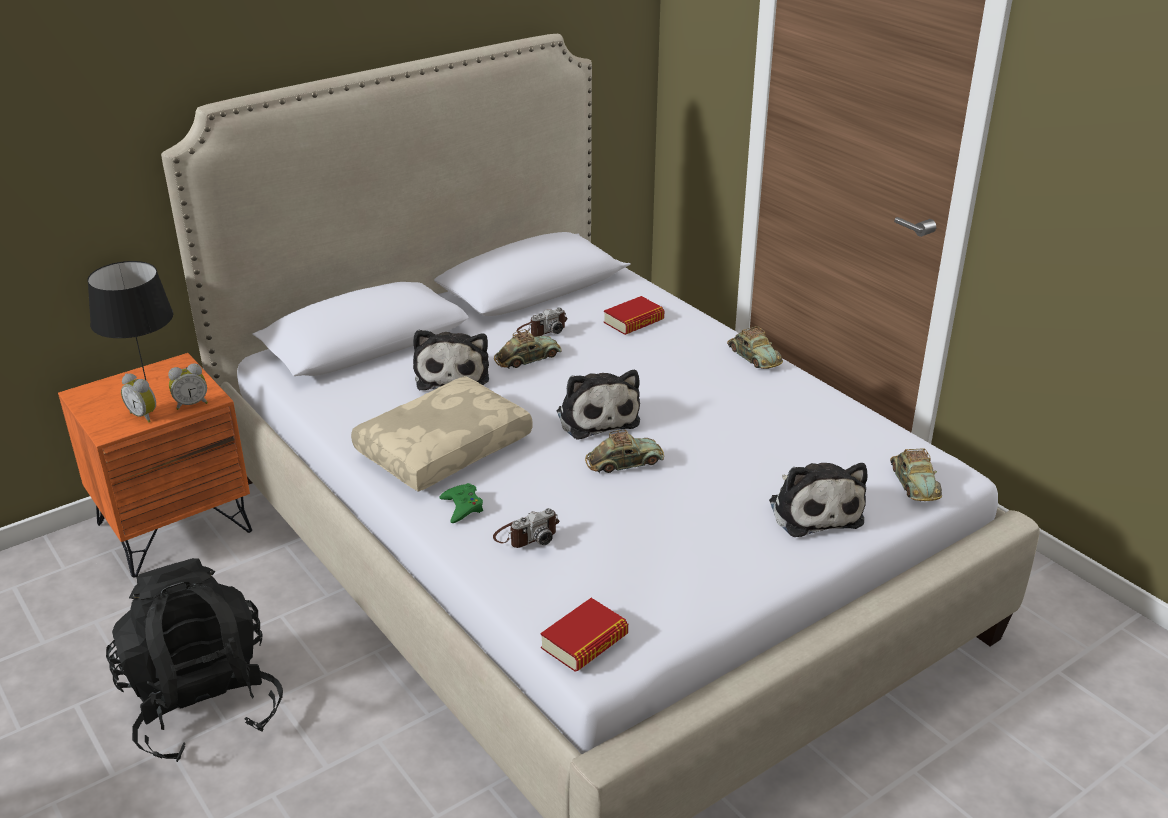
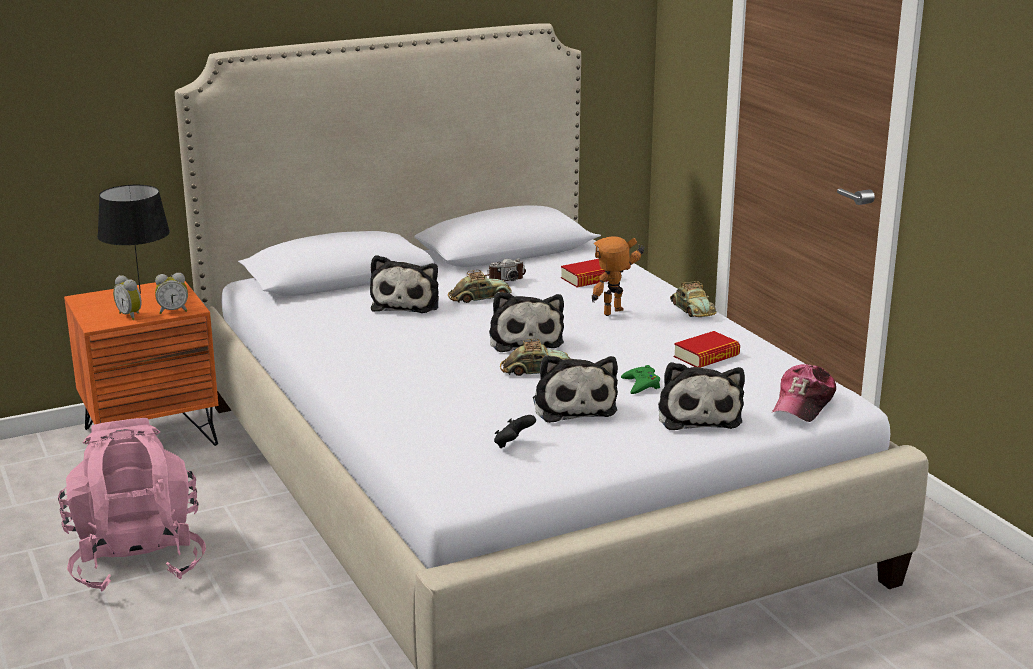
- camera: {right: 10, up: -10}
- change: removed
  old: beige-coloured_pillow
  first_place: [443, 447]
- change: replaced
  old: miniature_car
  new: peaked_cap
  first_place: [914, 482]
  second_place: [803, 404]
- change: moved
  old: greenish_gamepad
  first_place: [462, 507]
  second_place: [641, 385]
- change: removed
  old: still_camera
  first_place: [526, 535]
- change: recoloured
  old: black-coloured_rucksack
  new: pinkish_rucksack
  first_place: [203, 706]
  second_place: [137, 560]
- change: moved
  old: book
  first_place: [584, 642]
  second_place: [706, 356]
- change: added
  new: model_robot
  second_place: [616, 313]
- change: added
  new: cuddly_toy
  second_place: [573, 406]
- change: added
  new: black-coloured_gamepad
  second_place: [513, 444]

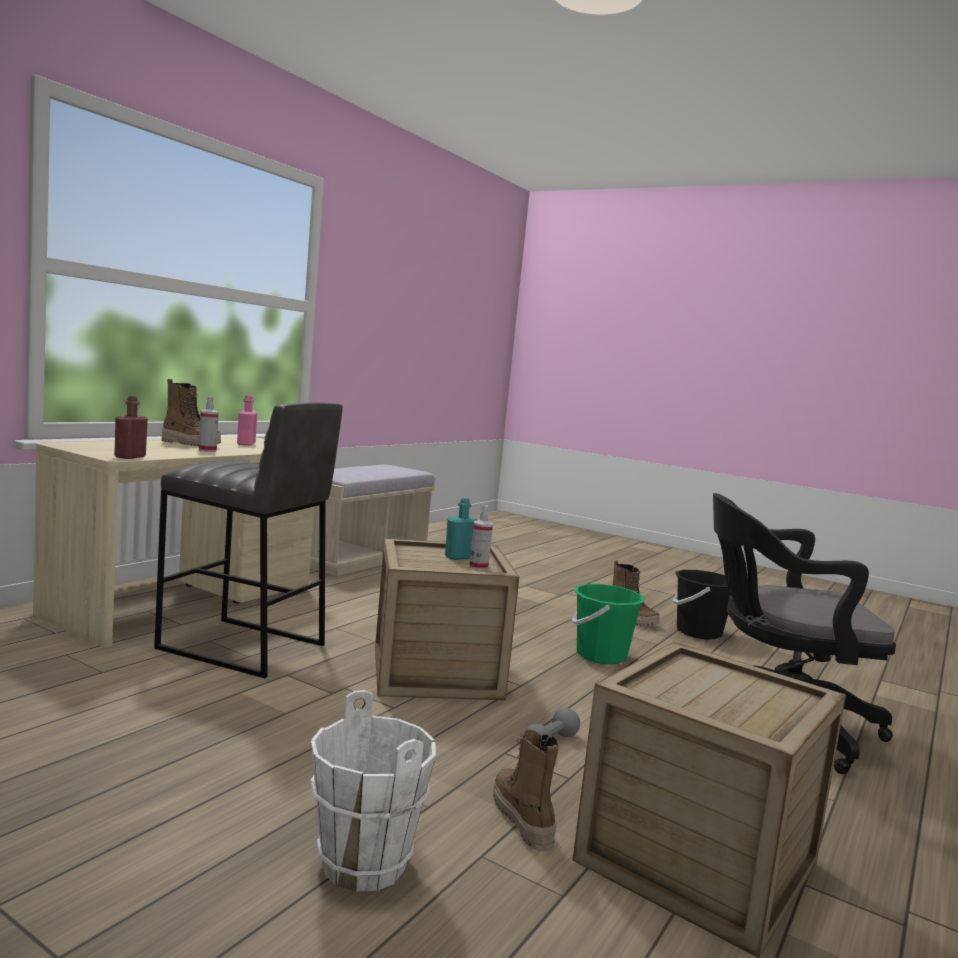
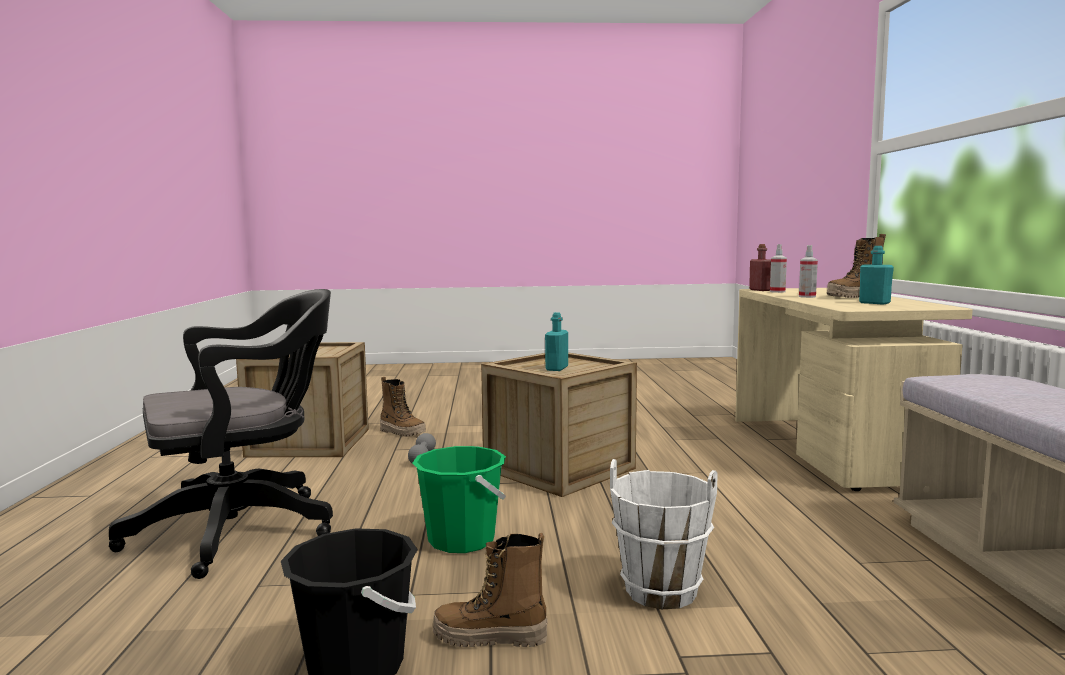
- camera: {right: 145, up: 0}
- change: recoloured
  old: pinkish_bottle
  new: blue-green_bottle
  first_place: [246, 444]
  second_place: [874, 303]
- change: removed
  old: greyish_stool_seat
  first_place: [242, 647]
- change: moved
  old: spray_bottle
  first_place: [478, 567]
  second_place: [777, 292]
- change: moved
  old: whitish_water_bucket
  first_place: [363, 864]
  second_place: [661, 590]

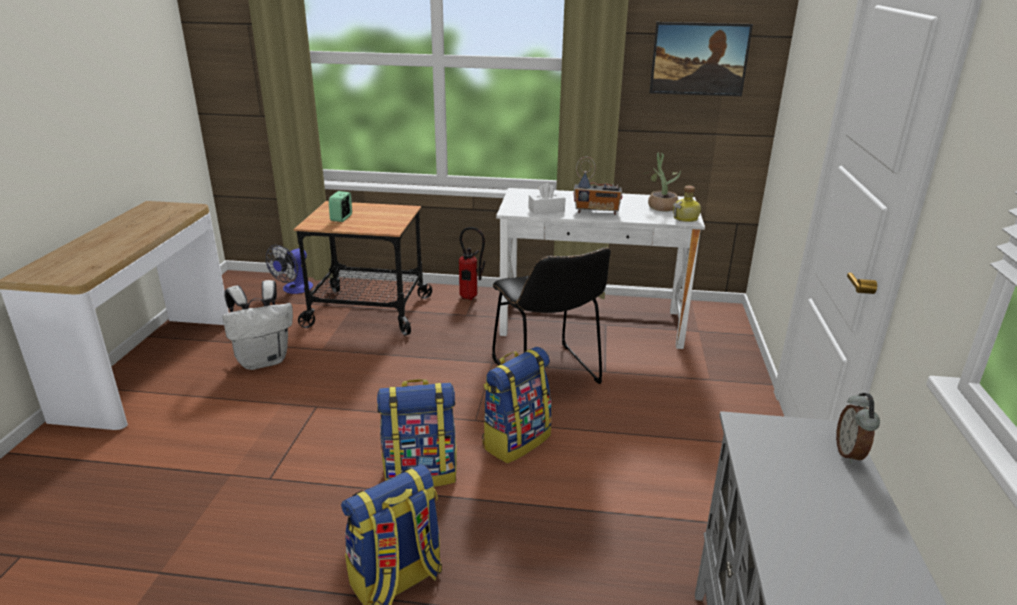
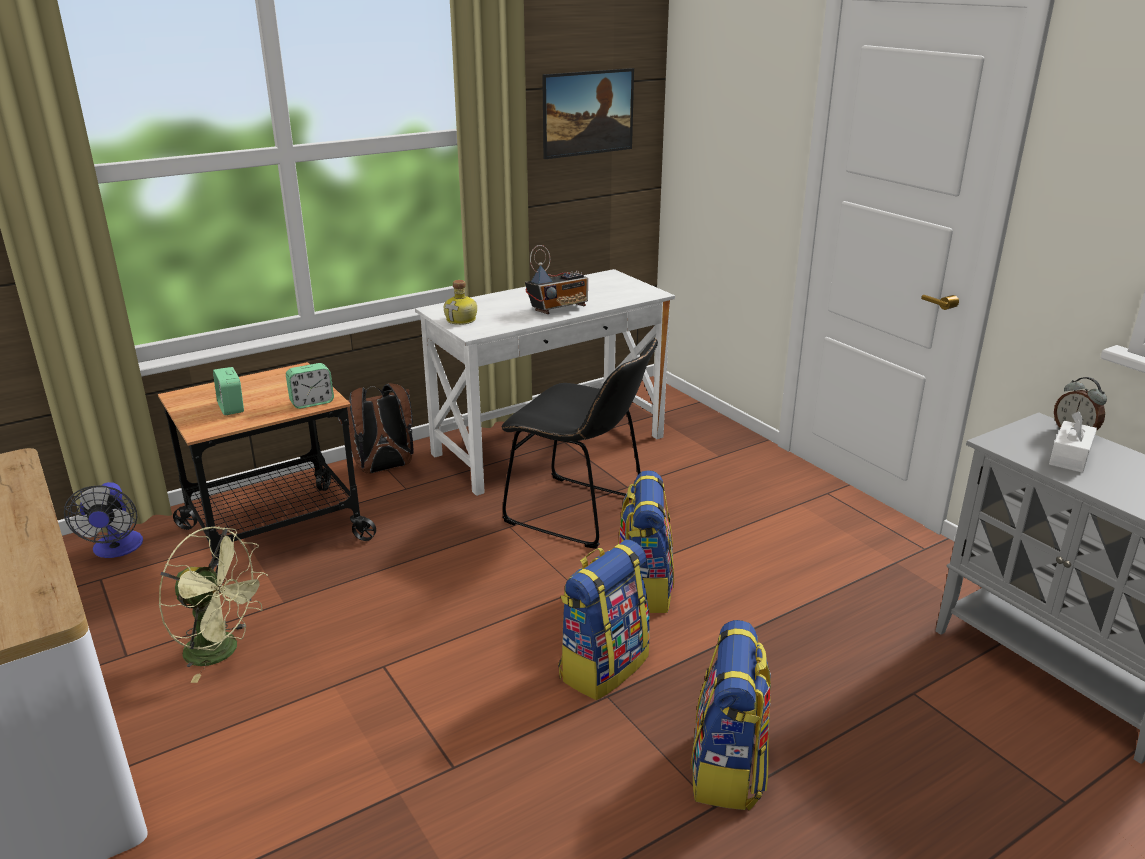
- camera: {right: -40, up: 0}
- change: removed
  old: houseplant
  first_place: [659, 206]
- change: moved
  old: whitish_box_of_tissues
  first_place: [546, 210]
  second_place: [1070, 457]
- change: moved
  old: bottle
  first_place: [686, 218]
  second_place: [462, 320]
- change: replaced
  old: extinguisher
  new: brown_rucksack
  first_place: [471, 298]
  second_place: [383, 469]
- change: replaced
  old: whitish_rucksack
  new: greenish_cooling_fan
  first_place: [264, 360]
  second_place: [222, 651]
- change: added
  new: table_clock
  second_place: [312, 402]

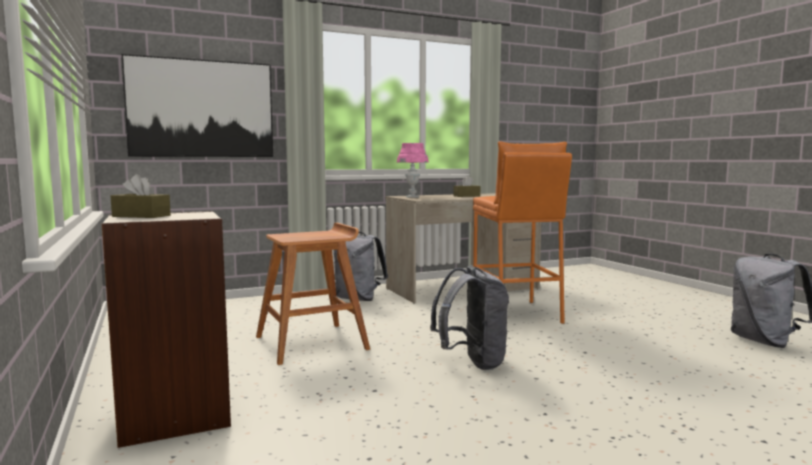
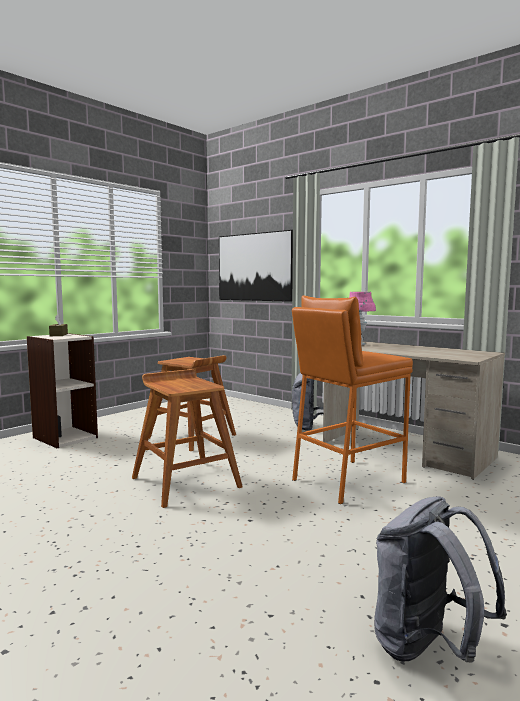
- camera: {right: 65, up: 0}
- change: removed
  old: brown_box_of_tissues
  first_place: [466, 196]
- change: replaced
  old: greyish_rucksack
  new: brown_stool_seat
  first_place: [472, 362]
  second_place: [185, 482]

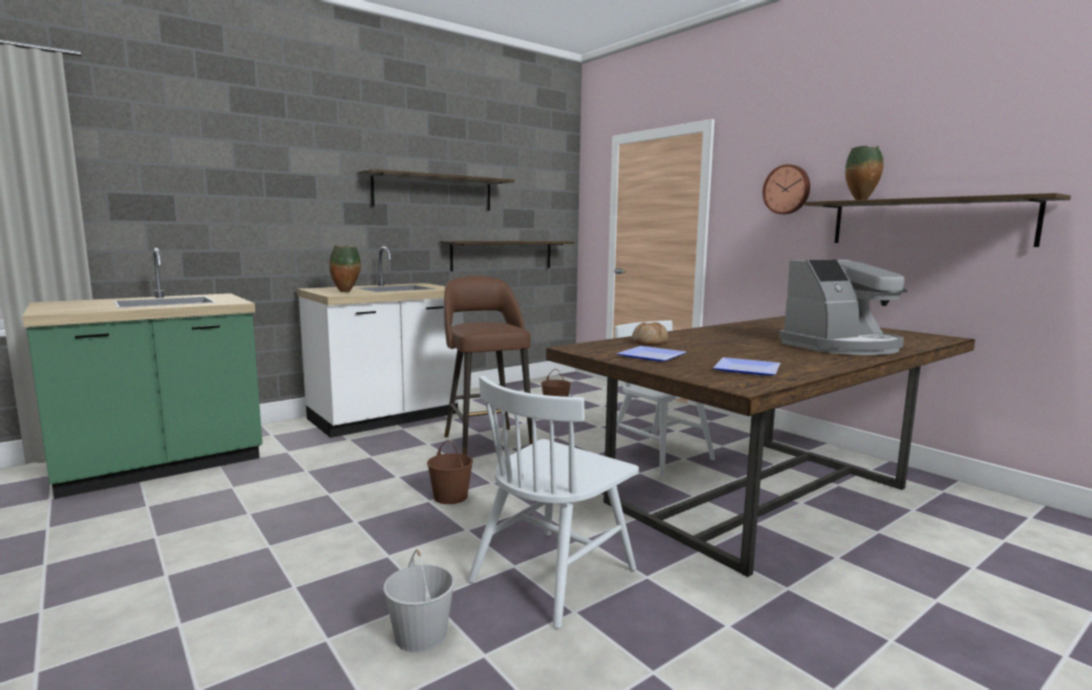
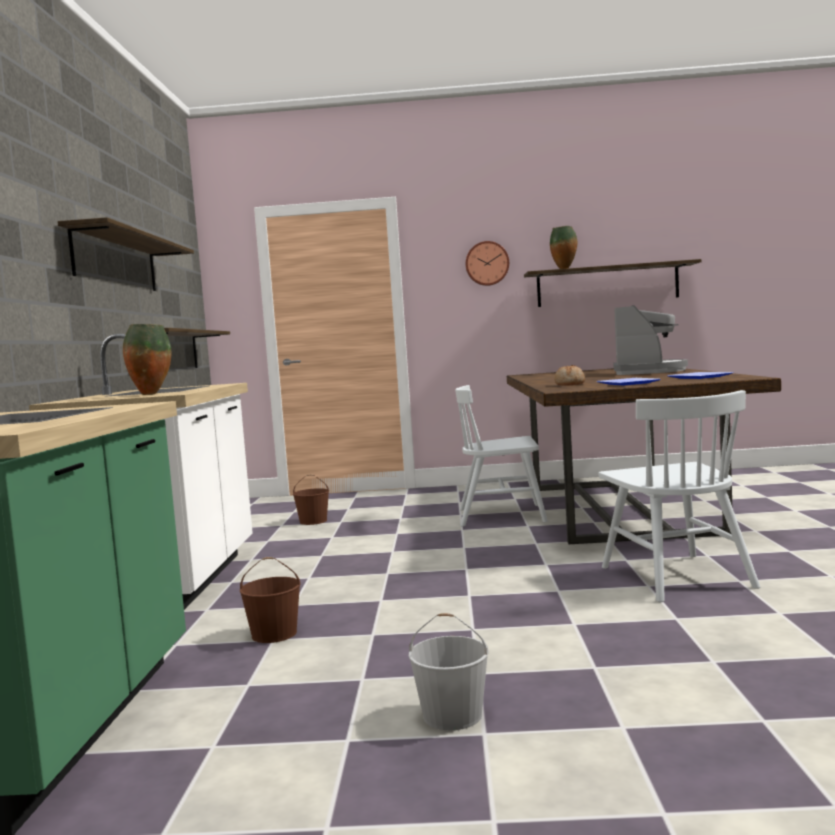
- camera: {right: -50, up: -5}
- change: removed
  old: brown_stool_seat
  first_place: [487, 442]
- change: moved
  old: brown_water_bucket
  first_place: [451, 497]
  second_place: [275, 633]
- change: moved
  old: whitish_water_bucket
  first_place: [420, 634]
  second_place: [451, 715]

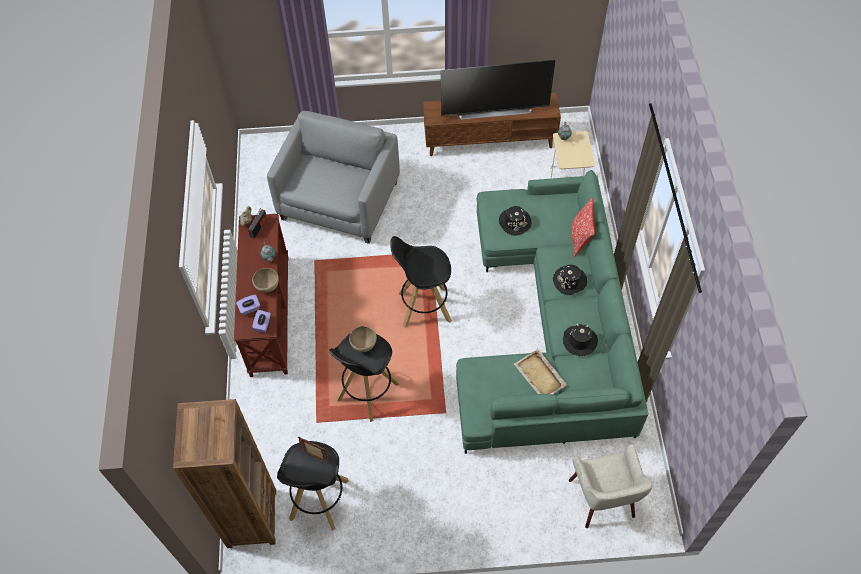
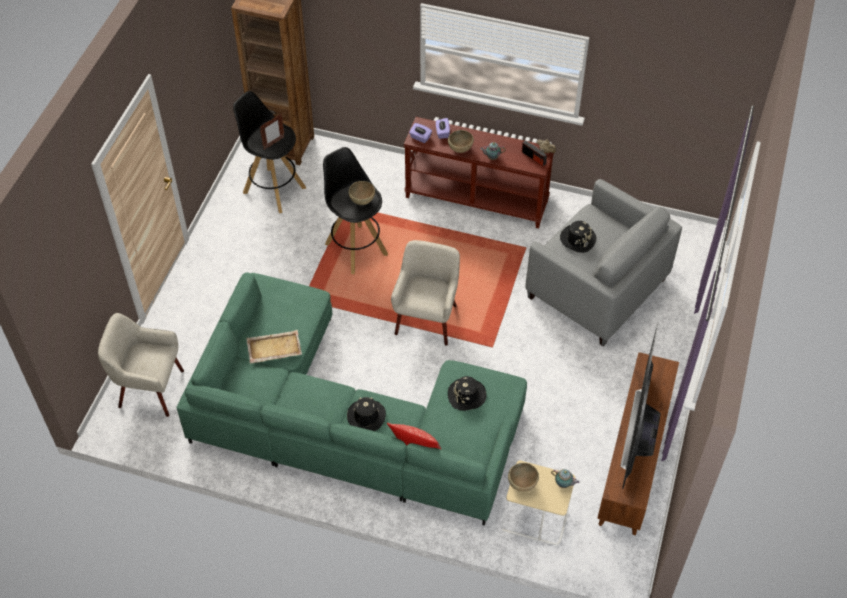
- camera: {right: 110, up: -5}
- change: replaced
  old: black-coloured_stool_seat
  new: beige-coloured_armchair
  first_place: [423, 307]
  second_place: [427, 319]
- change: moved
  old: black-coloured_clothing_hat
  first_place: [579, 341]
  second_place: [578, 239]
- change: added
  new: brown_serving_bowl
  second_place: [522, 484]

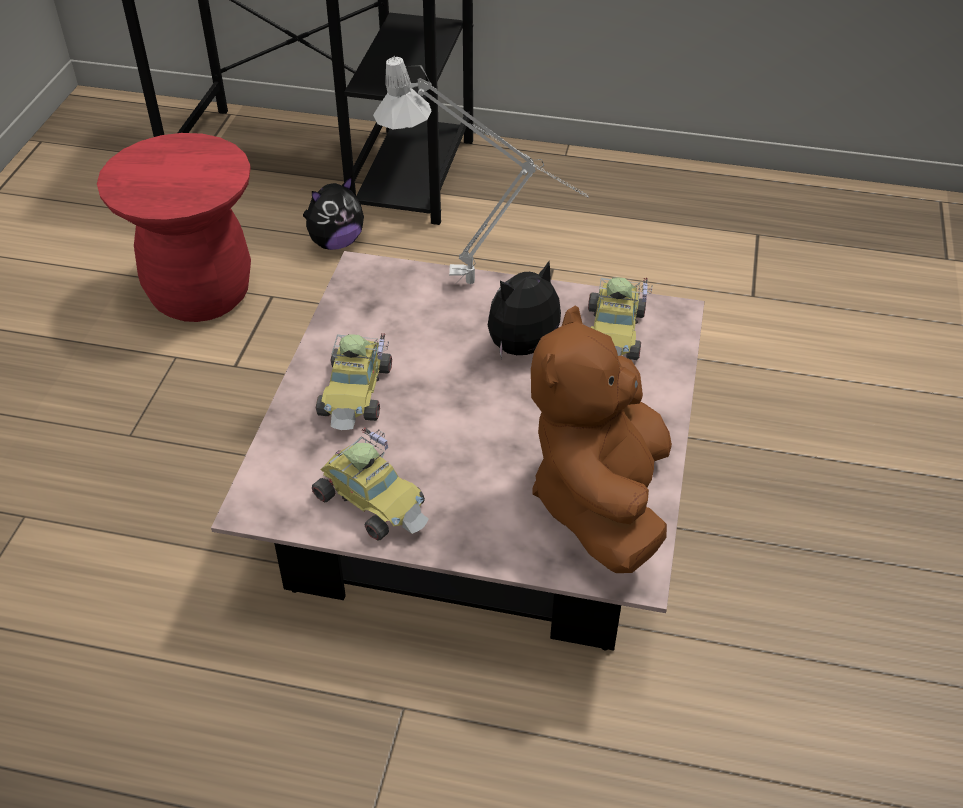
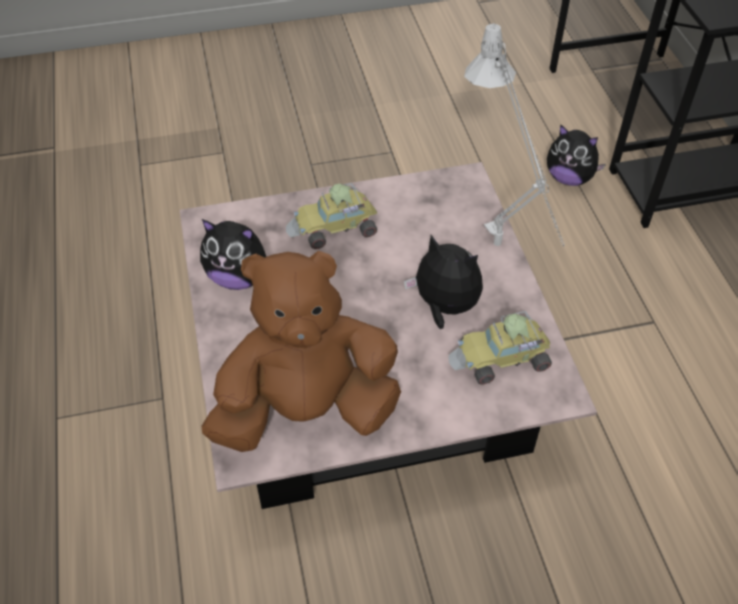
- camera: {right: 65, up: 5}
- change: removed
  old: red-coloured_stool_seat
  first_place: [201, 294]
- change: replaced
  old: miniature_car
  new: cuddly_toy
  first_place: [372, 501]
  second_place: [239, 277]

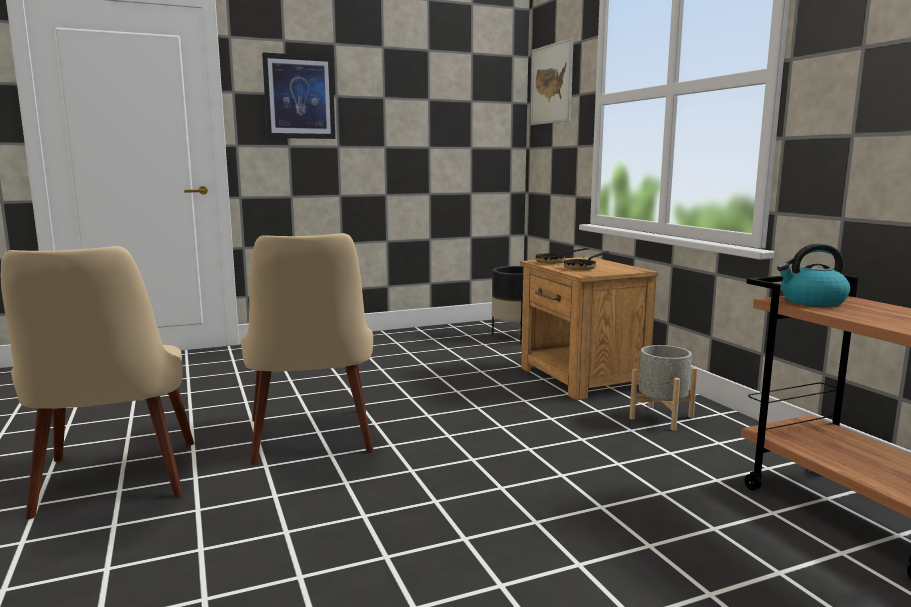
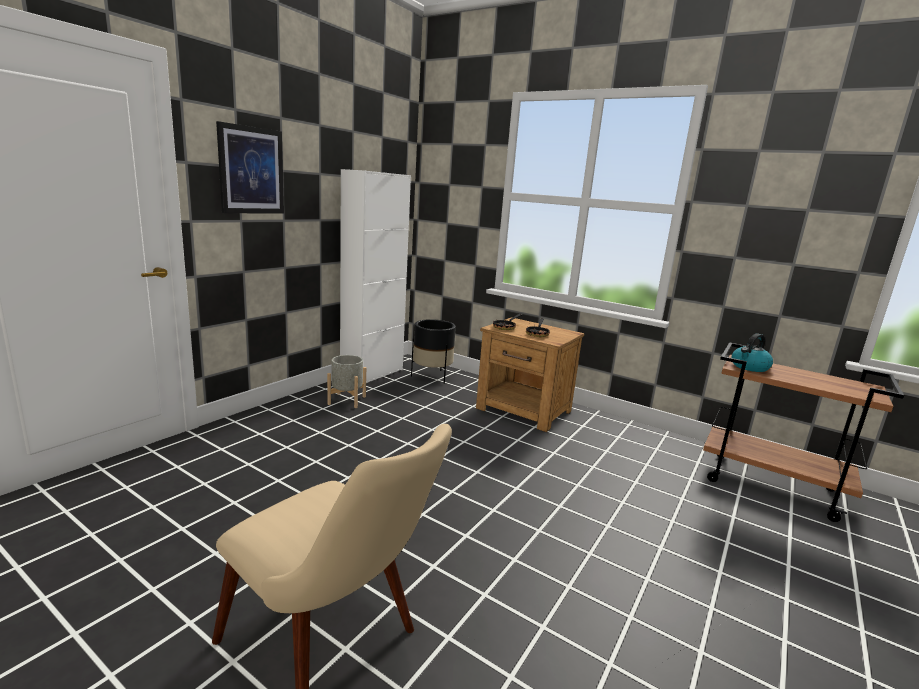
- camera: {right: -35, up: 5}
- change: removed
  old: wall_art
  first_place: [551, 84]
- change: removed
  old: beige-coloured_chair
  first_place: [312, 443]
- change: moved
  old: greyish_plant_pot
  first_place: [661, 417]
  second_place: [347, 400]
- change: added
  new: whitish_cupboard
  second_place: [372, 374]

